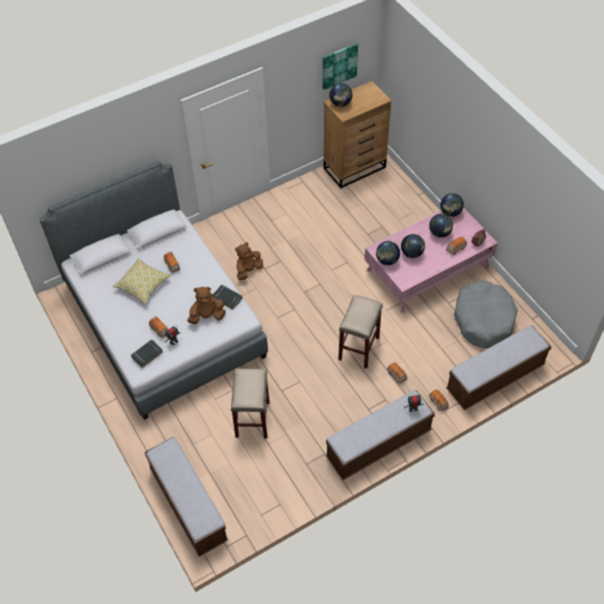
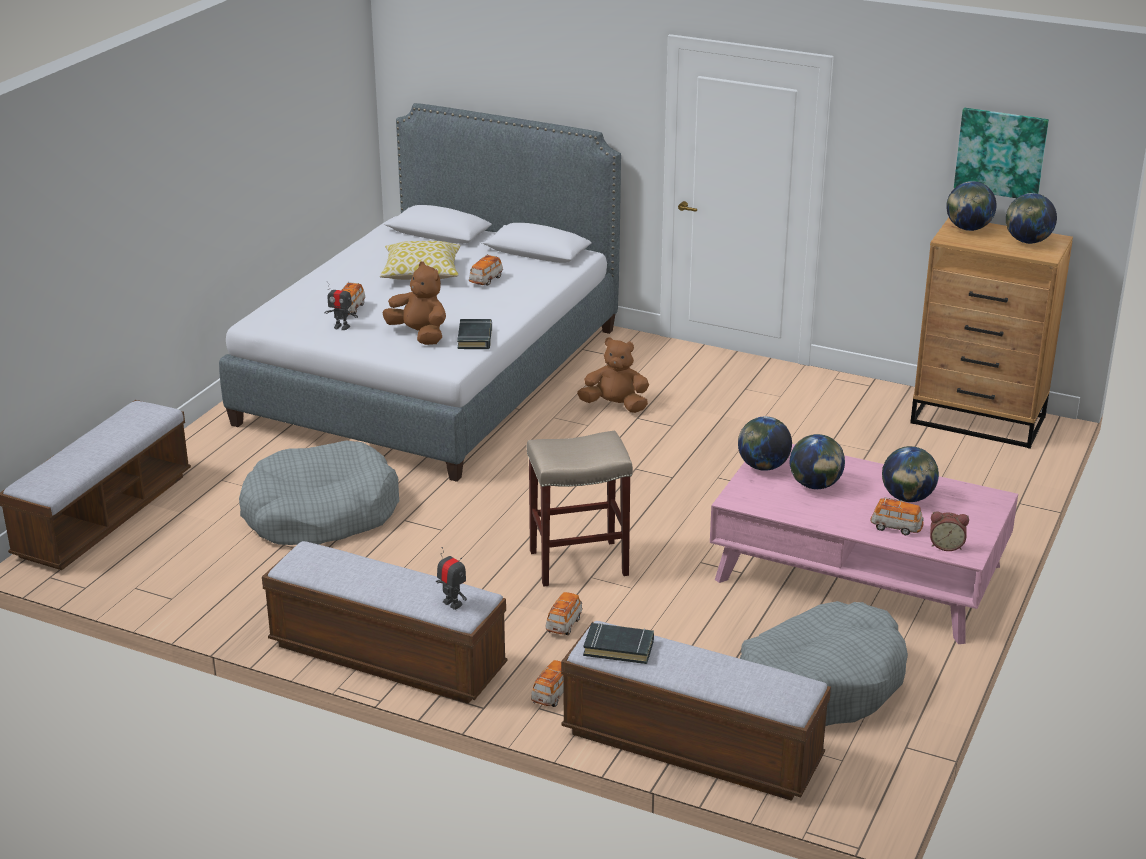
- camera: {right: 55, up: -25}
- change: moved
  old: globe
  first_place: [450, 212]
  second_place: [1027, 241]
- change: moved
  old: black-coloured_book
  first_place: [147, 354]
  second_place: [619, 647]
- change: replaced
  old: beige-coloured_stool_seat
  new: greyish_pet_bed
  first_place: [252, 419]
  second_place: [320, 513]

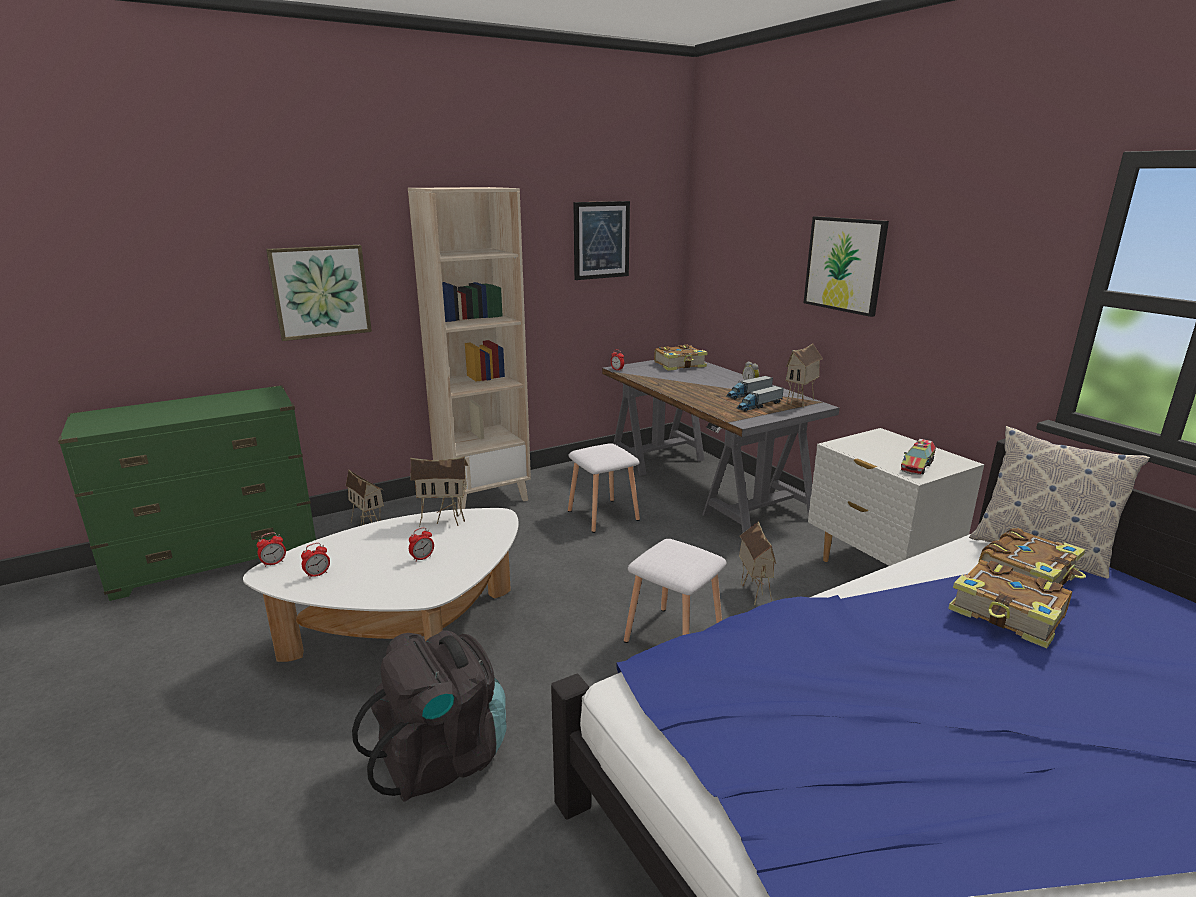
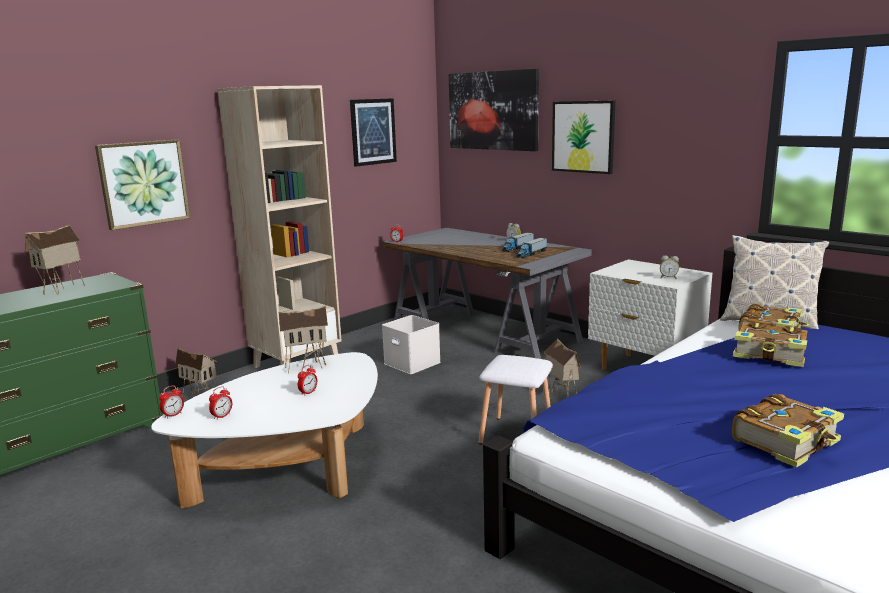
- camera: {right: -15, up: -5}
- change: moved
  old: toy_house
  first_place: [801, 403]
  second_place: [63, 290]
- change: moved
  old: book
  first_place: [680, 365]
  second_place: [787, 442]
- change: replaced
  old: model_truck
  new: table_clock
  first_place: [917, 466]
  second_place: [668, 278]
- change: replaced
  old: whitish_stool_seat
  new: whitish_storage_box
  first_place: [602, 515]
  second_place: [410, 363]
- change: removed
  old: black-coloured_rucksack
  first_place: [442, 757]
- change: added
  new: wall_art
  second_place: [493, 110]

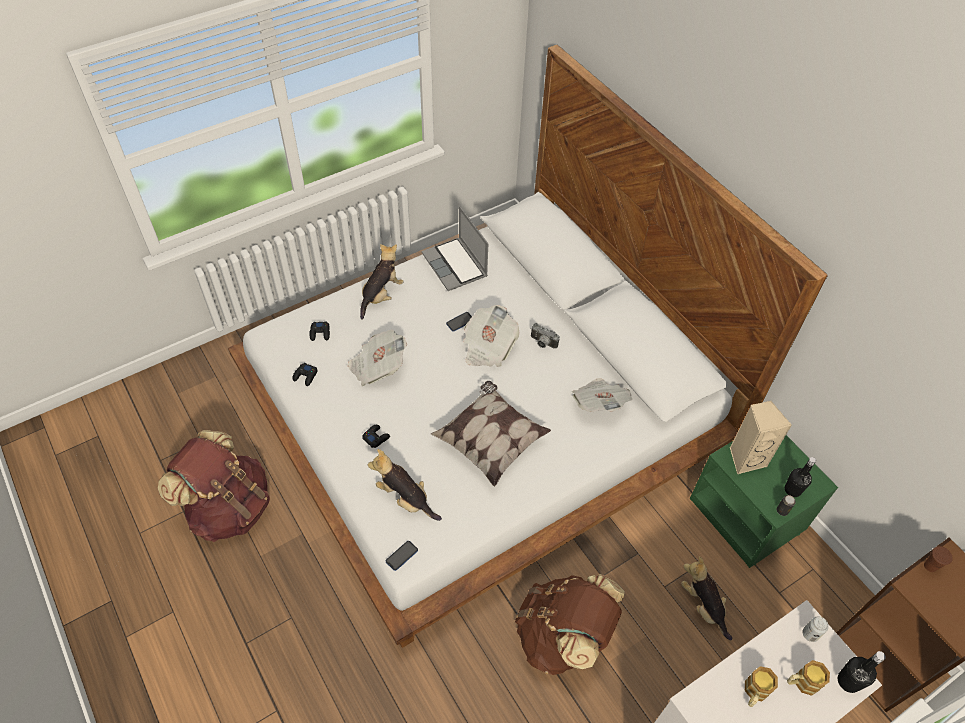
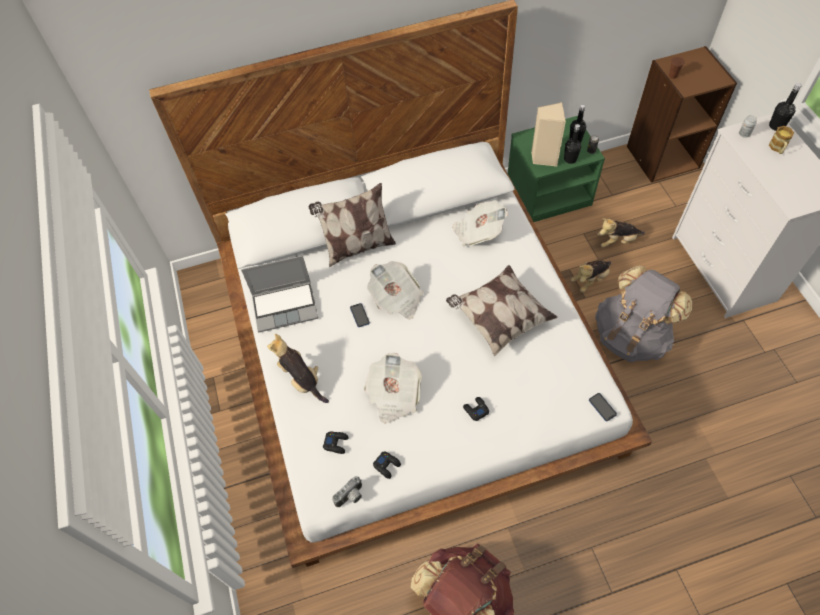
- camera: {right: -70, up: 5}
- change: moved
  old: still_camera
  first_place: [542, 343]
  second_place: [351, 497]
- change: moved
  old: cuddly_toy
  first_place: [405, 498]
  second_place: [590, 280]
- change: recoloured
  old: brown_rucksack
  new: greyish_rucksack
  first_place: [563, 636]
  second_place: [631, 336]
- change: removed
  old: mug
  first_place: [754, 693]
- change: added
  new: black-coloured_bottle
  second_place: [570, 159]
- change: added
  new: pillow
  second_place: [357, 247]

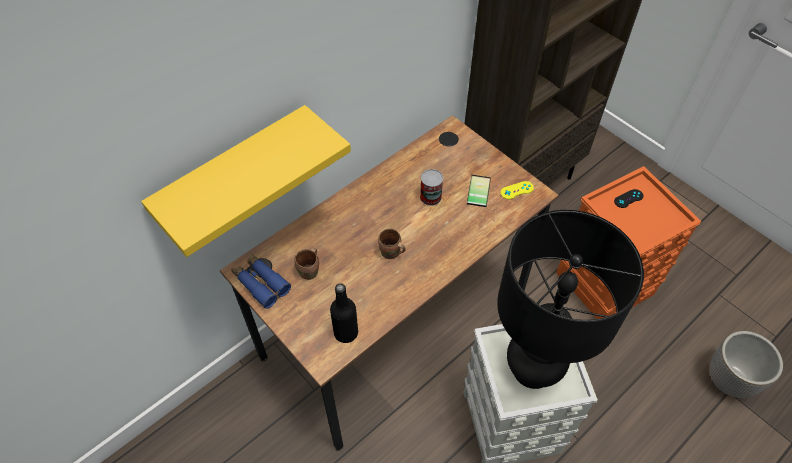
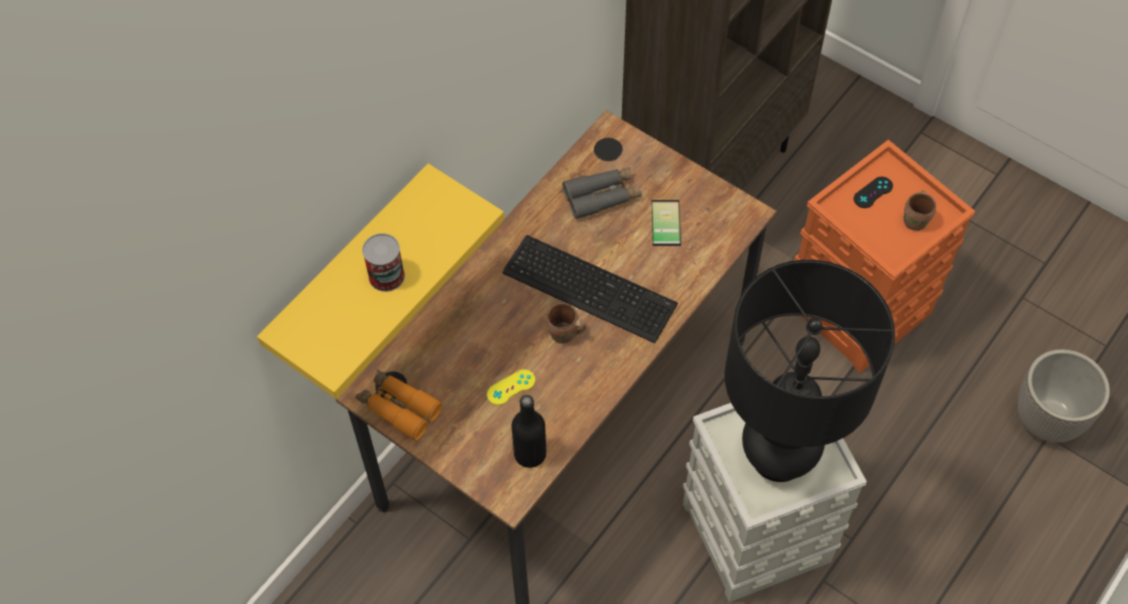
- camera: {right: -10, up: 5}
- change: moved
  old: can
  first_place: [430, 197]
  second_place: [386, 276]
- change: moved
  old: yellow-coloured_gamepad
  first_place: [517, 190]
  second_place: [511, 387]
- change: moved
  old: brown_mug
  first_place: [310, 271]
  second_place: [916, 221]
- change: recoloured
  old: blue-coloured_binoculars
  new: orangey_binoculars
  first_place: [261, 283]
  second_place: [398, 407]
- change: added
  new: greyish_binoculars
  second_place: [602, 196]
- change: added
  new: computer_keyboard
  second_place: [589, 285]

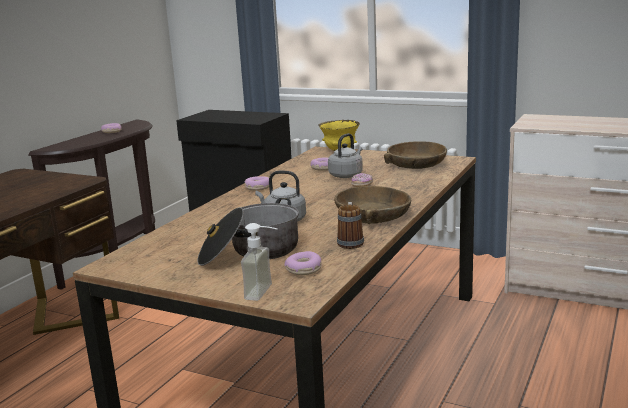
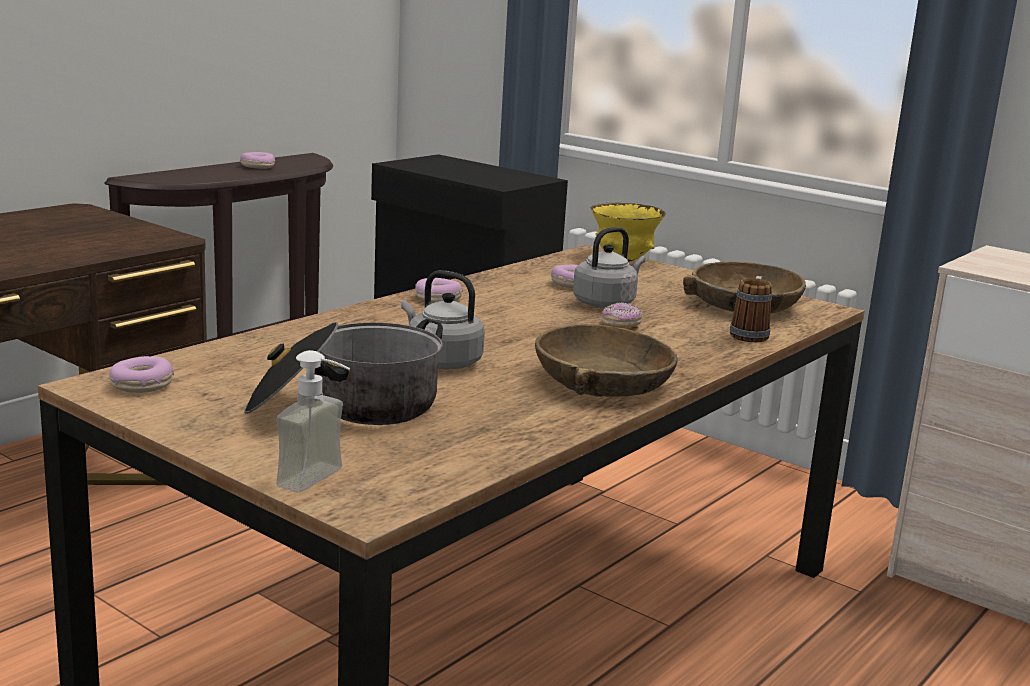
- camera: {right: 10, up: 0}
- change: moved
  old: mug
  first_place: [350, 241]
  second_place: [750, 334]
- change: moved
  old: ring_doughnut
  first_place: [304, 270]
  second_place: [142, 385]

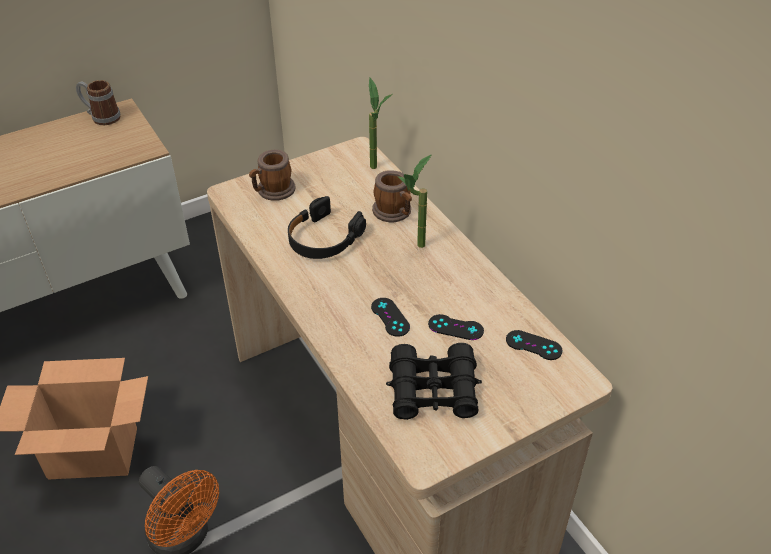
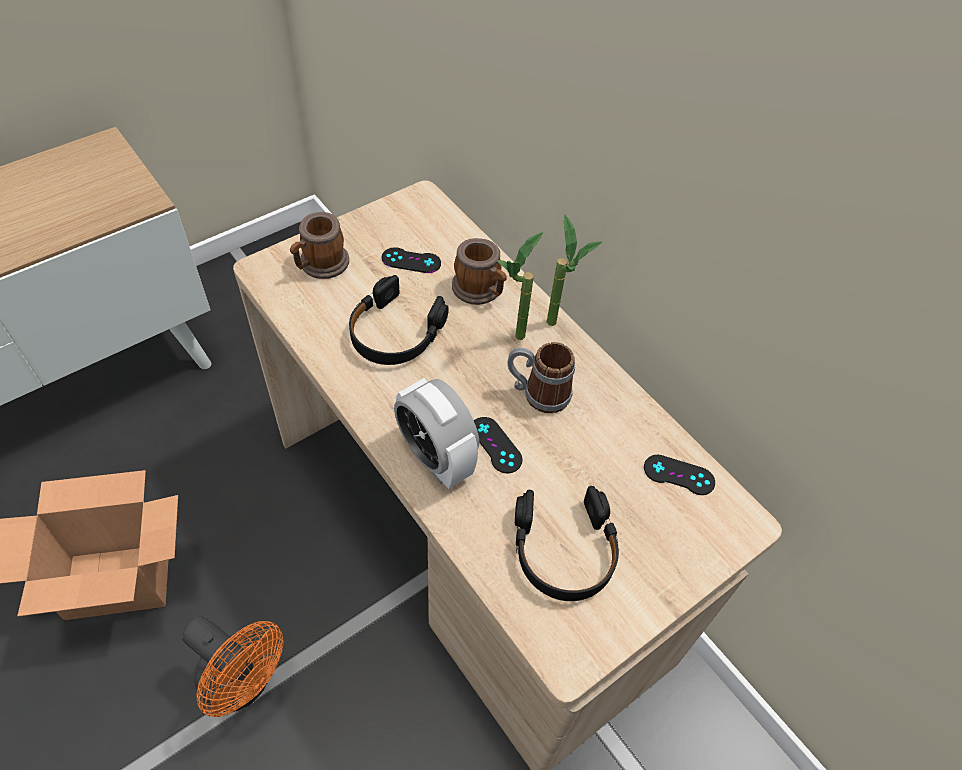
- camera: {right: -10, up: 10}
- change: moved
  old: houseplant
  first_place: [378, 170]
  second_place: [559, 328]
- change: moved
  old: mug
  first_place: [101, 117]
  second_place: [537, 393]
- change: moved
  old: black-coloured_gamepad
  first_place: [455, 327]
  second_place: [411, 260]
- change: replaced
  old: black-coloured_binoculars
  new: black-coloured_headphones
  first_place: [433, 390]
  second_place: [564, 550]
- change: added
  new: table_clock
  second_place: [436, 457]

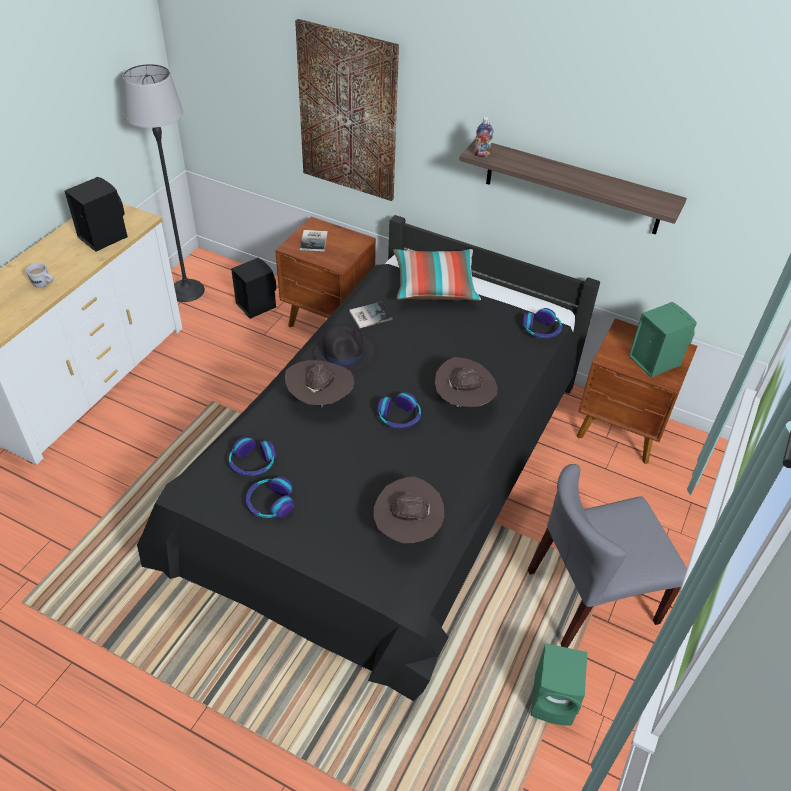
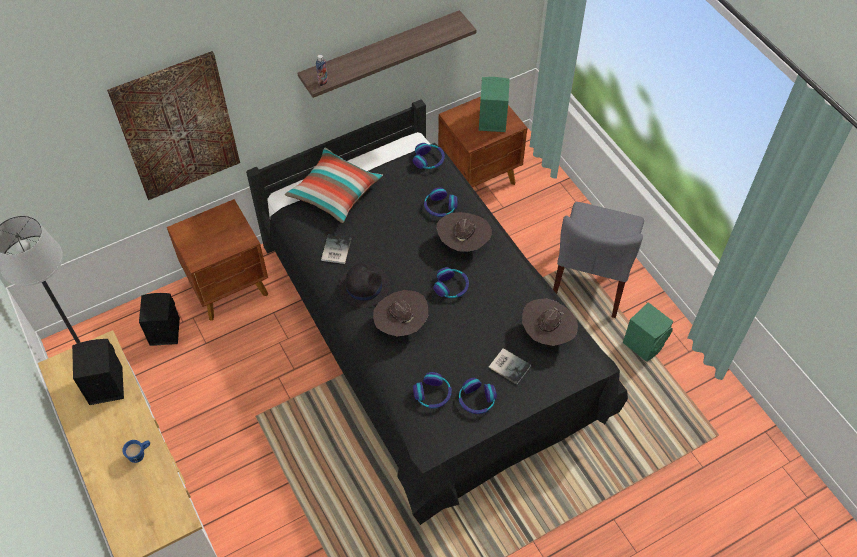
- camera: {right: -55, up: 10}
- change: moved
  old: book
  first_place: [314, 240]
  second_place: [509, 365]
- change: recoloured
  old: whitish_mug
  new: blue-coloured_mug
  first_place: [44, 285]
  second_place: [140, 454]
- change: added
  new: headphones
  second_place: [440, 207]

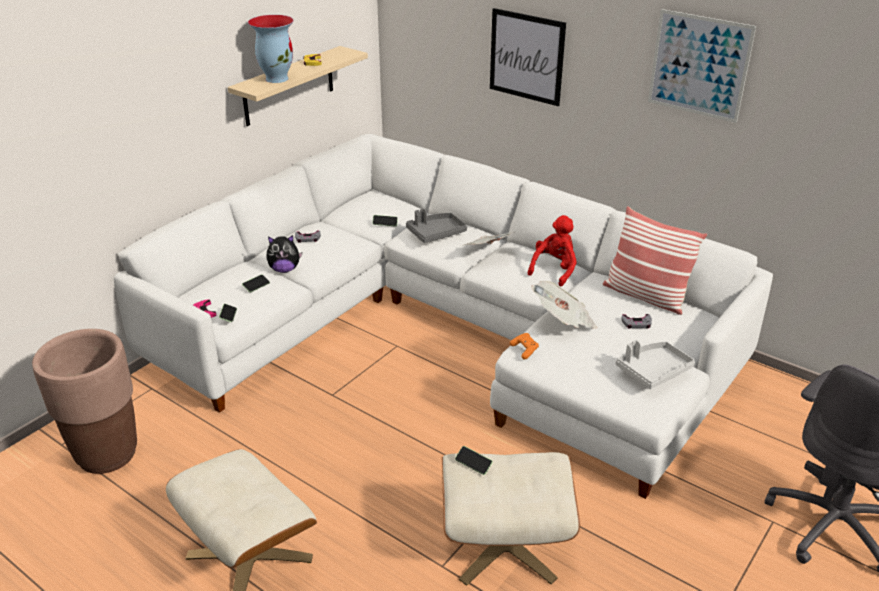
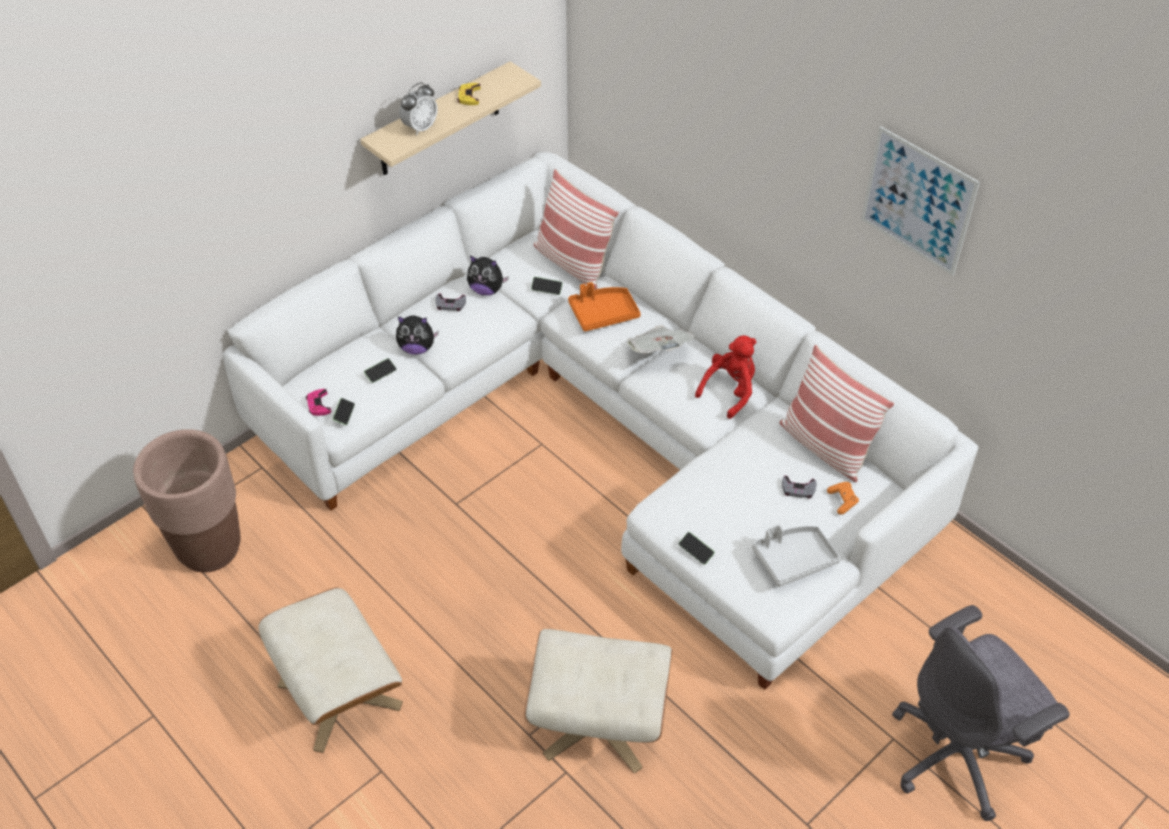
- camera: {right: 10, up: 15}
- change: removed
  old: wall_art
  first_place: [526, 56]
- change: replaced
  old: flower_vase
  new: table_clock
  first_place: [277, 78]
  second_place: [420, 128]
- change: recoloured
  old: greyish_carrying_tray
  new: orangey_carrying_tray
  first_place: [435, 233]
  second_place: [603, 314]
- change: removed
  old: newspaper
  first_place: [563, 320]
- change: moved
  old: orangey_gamepad
  first_place: [524, 350]
  second_place: [842, 501]
- change: moved
  old: telephone
  first_place: [473, 464]
  second_place: [696, 551]
- change: added
  new: pillow
  second_place: [572, 263]
- change: added
  new: cuddly_toy
  second_place: [486, 290]

